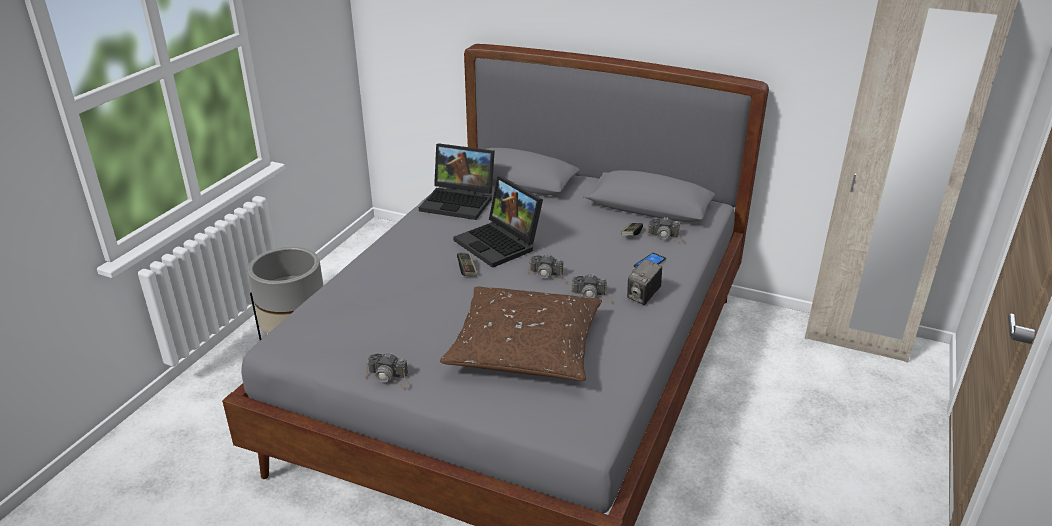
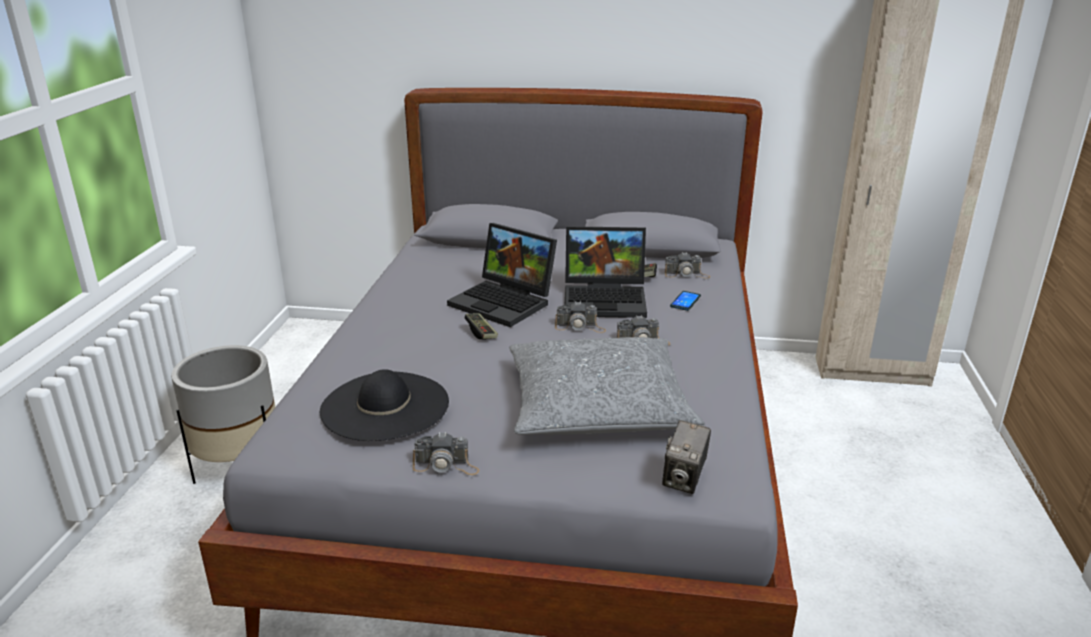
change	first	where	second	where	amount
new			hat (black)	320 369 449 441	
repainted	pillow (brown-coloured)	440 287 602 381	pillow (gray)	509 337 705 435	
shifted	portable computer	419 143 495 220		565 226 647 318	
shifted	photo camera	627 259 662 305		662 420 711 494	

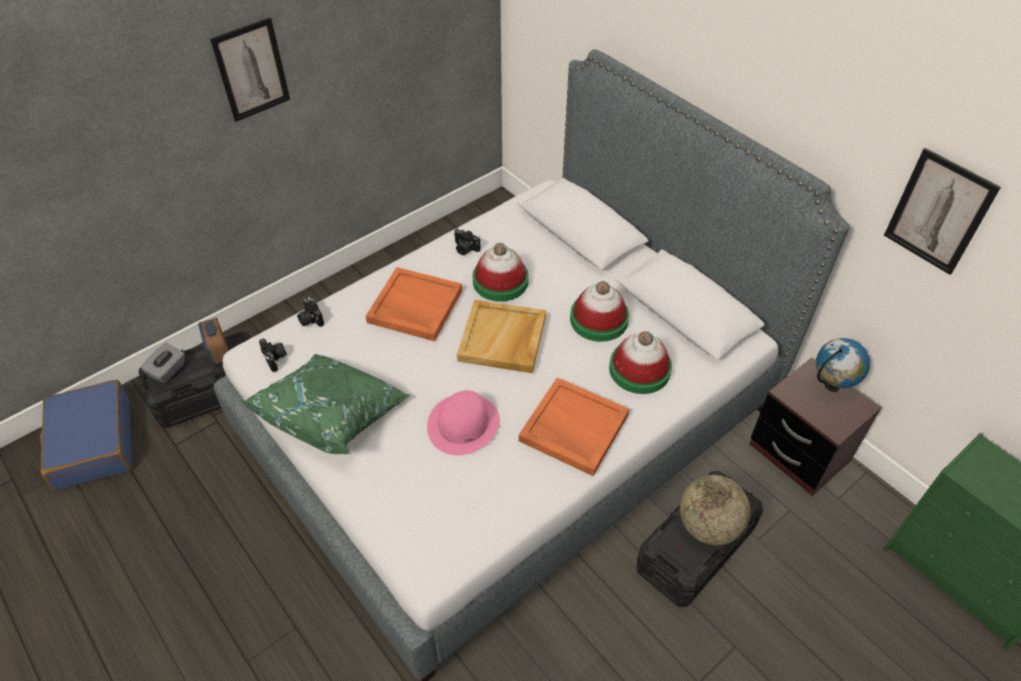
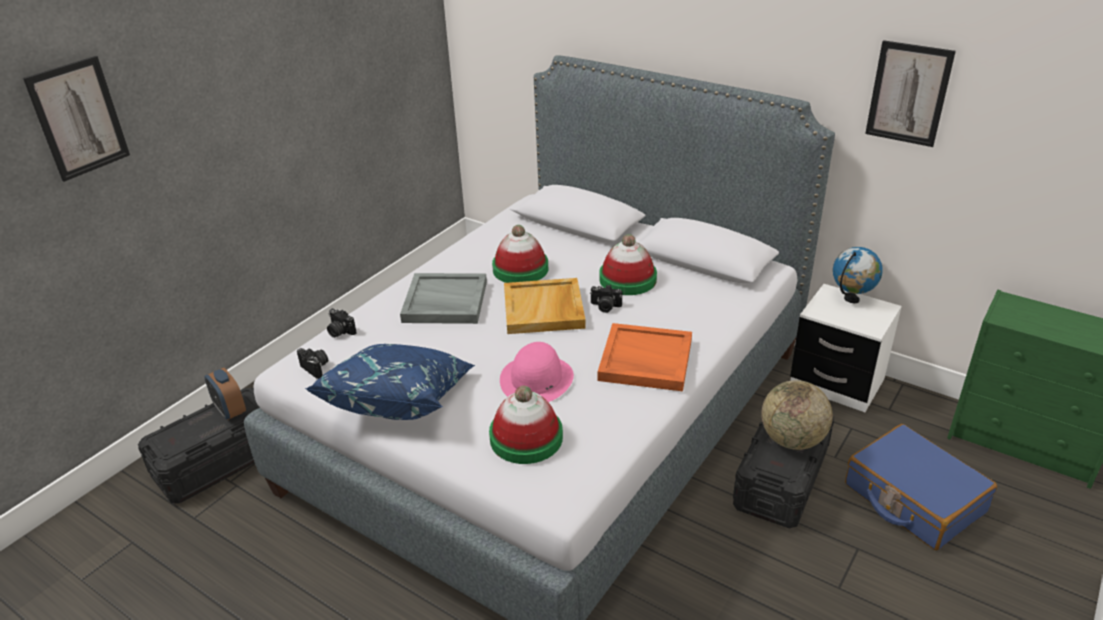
change	first	where	second	where	amount
shifted	wall picture	210 18 290 122		23 56 130 182	
repainted	pillow (greenish)	241 354 411 454	pillow (blue)	305 344 475 420	
repainted	tray (orange-coloured)	366 267 462 341	tray (gray)	400 273 487 324	
shifted	hat	609 331 672 394		489 386 563 464	
shifted	photo camera	454 229 481 255		590 285 622 313	
repainted	nightstand (brown-coloured)	750 357 882 496	nightstand (whitish)	790 284 902 412	
shifted	travel case (blue)	40 380 132 491		845 424 997 550	
gone	box of tissues (gray)	141 343 185 383			

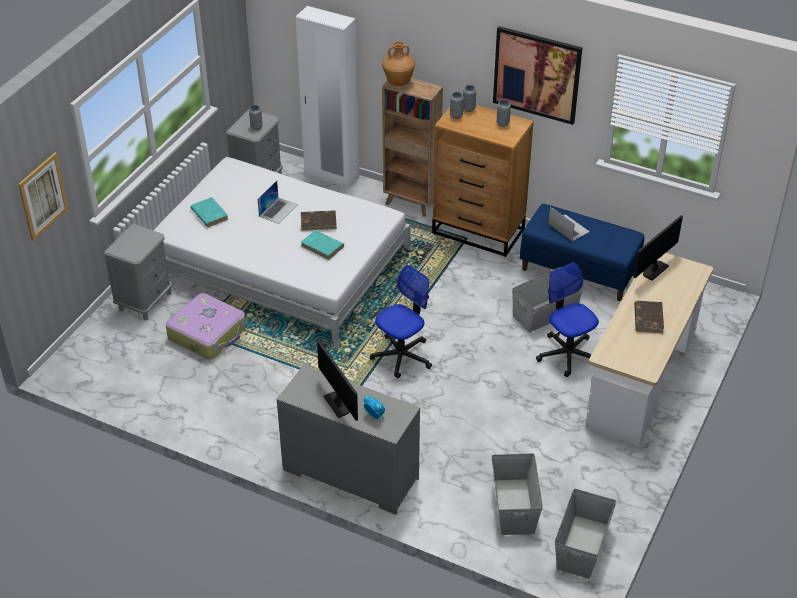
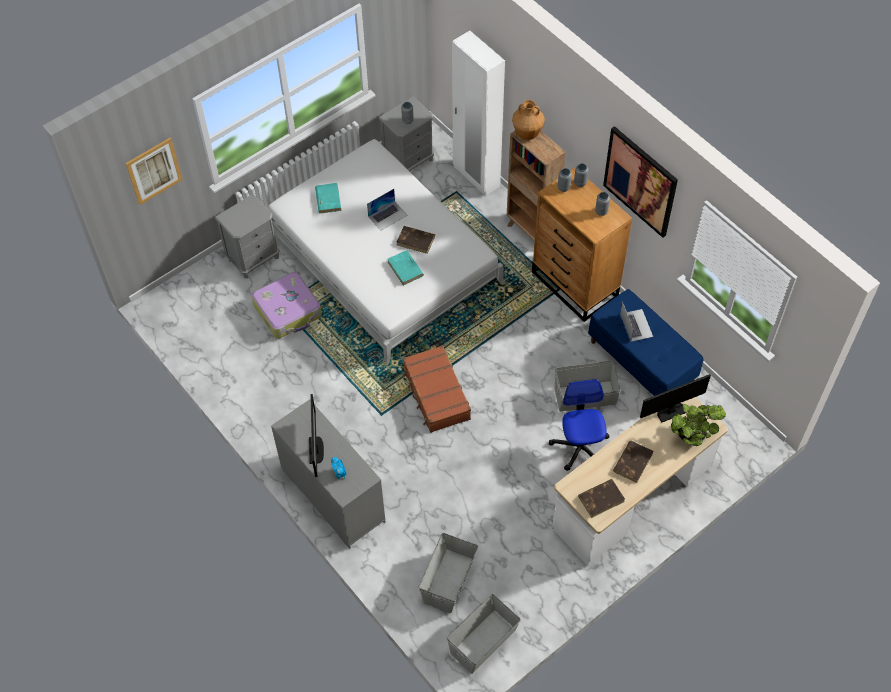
change	first	where	second	where	amount
swapped	desk chair	370 265 432 378	travel case (brown-coloured)	403 345 471 433	
new			book (brown-coloured)	578 479 625 518	
new			plant in a pot	671 404 726 446	

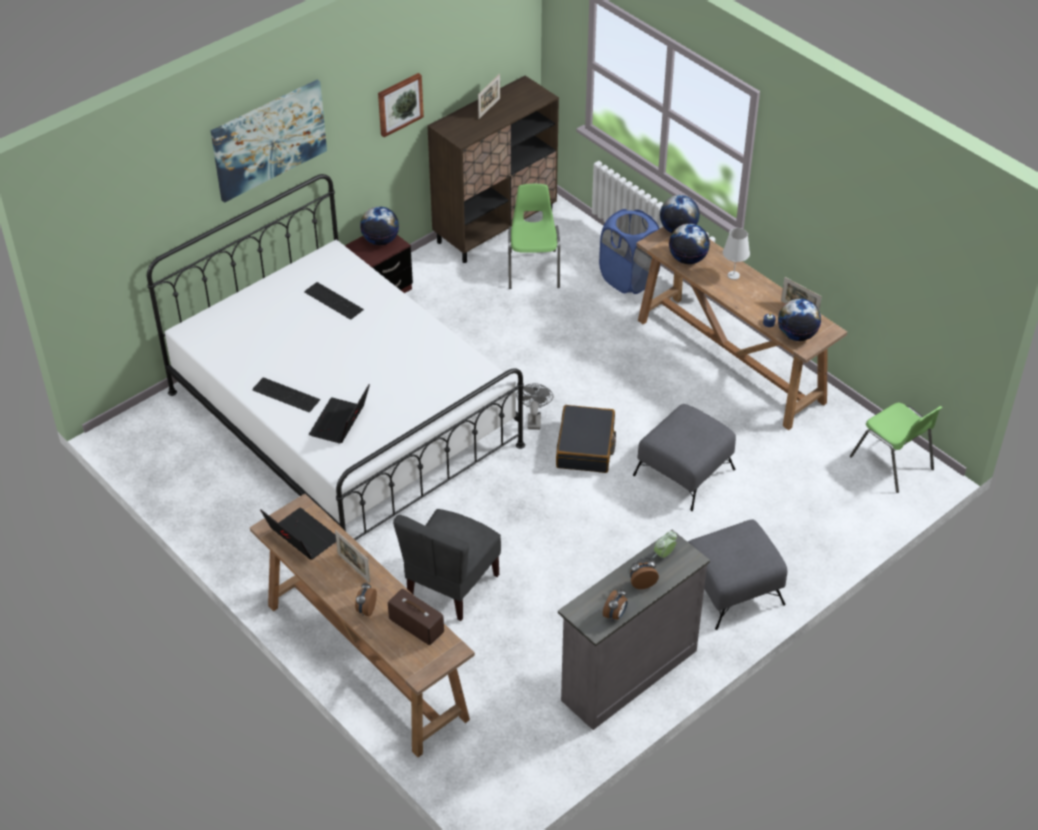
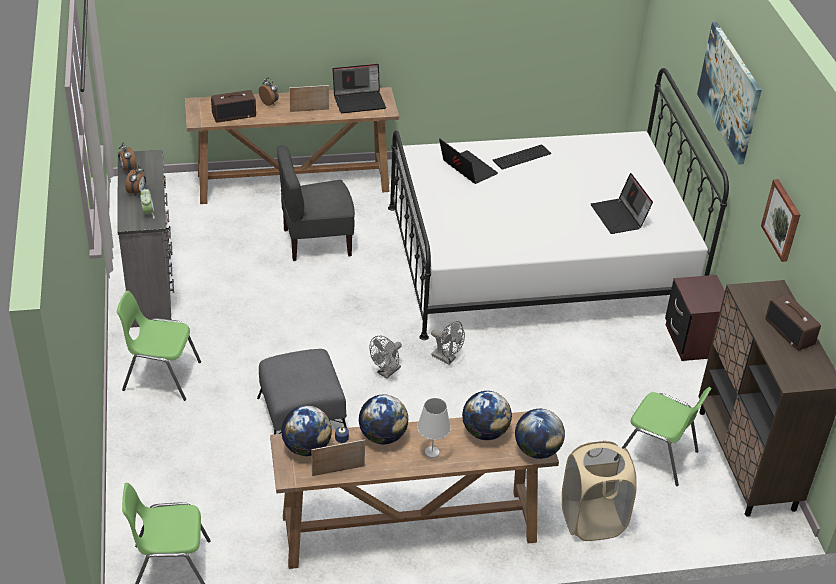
change	first	where	second	where	amount
swapped	footrest (gray)	688 519 787 630	chair (greenish)	117 291 201 401	
rotated	chair (gray)	393 509 501 621		277 145 355 261	75 degrees counterclockwise
shifted	desk globe	360 206 399 245		359 394 408 445	
swapped	travel case (black)	556 405 616 473	cooling fan (gray)	369 336 402 379	
repainted	laundry basket (blue)	599 209 661 294	laundry basket (beige)	562 441 637 541	
swapped	keyboard	305 282 364 320	portable computer	591 173 653 234	
swapped	standing frame	478 74 500 119	radio	765 294 821 351	

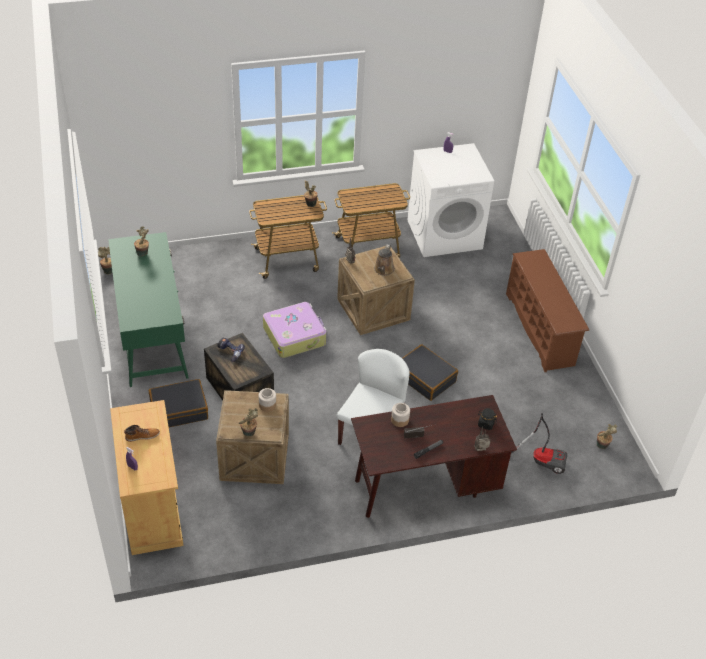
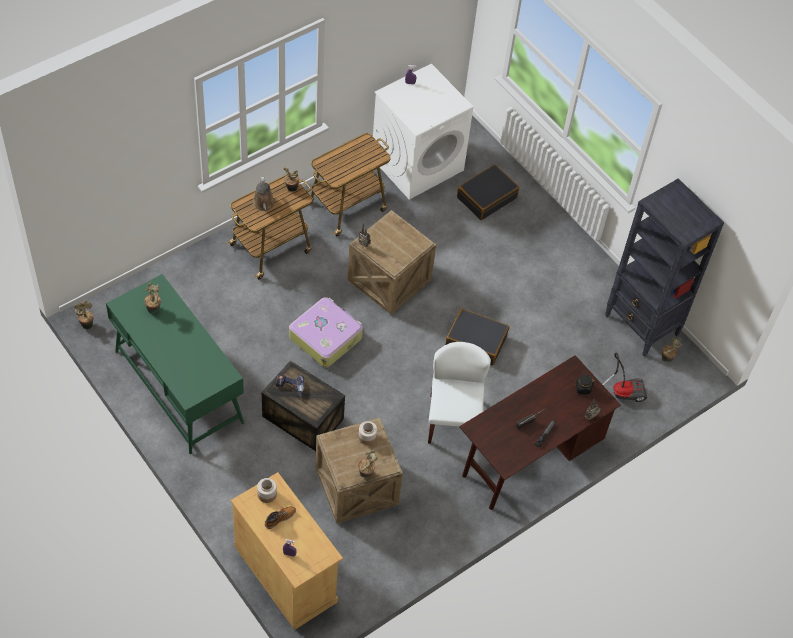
change	first	where	second	where	amount
shifted	sprinkling can (brown-coloured)	374 244 395 276		253 177 275 211	
shifted	storage jar	391 403 410 427		257 478 277 503	
shifted	travel case (black)	148 379 208 427		457 165 519 220	
new			shelving unit (black)	605 178 724 357	
gone	shoe rack (brown-coloured)	506 249 589 372			

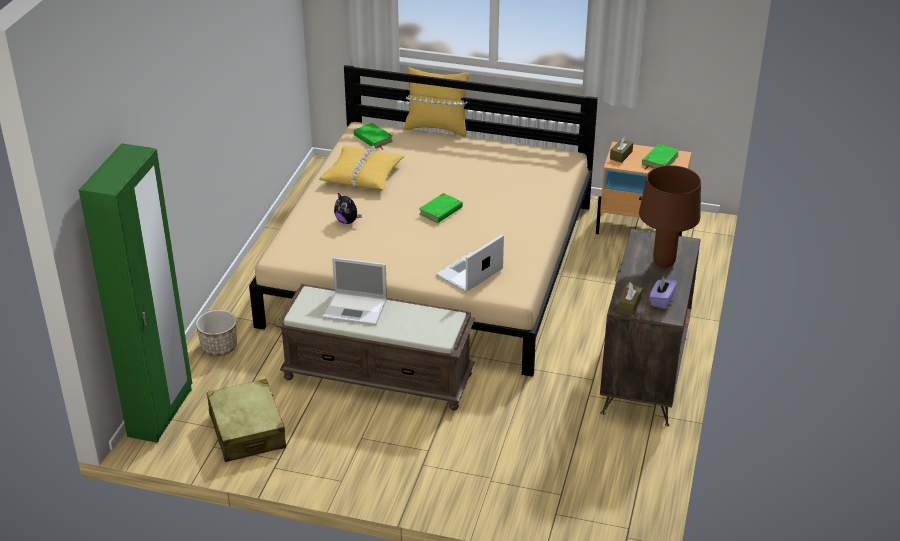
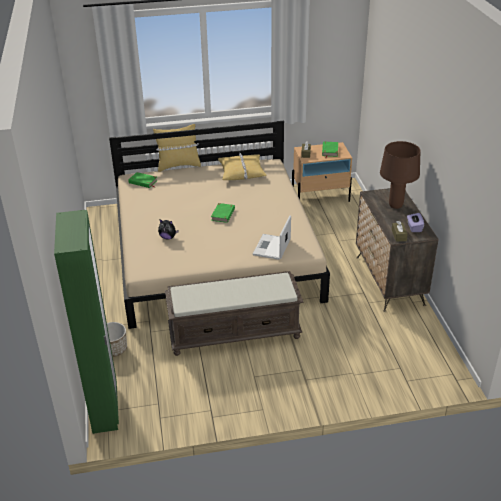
change	first	where	second	where	amount
shifted	pillow (yellow-coloured)	319 145 405 190		218 153 267 180	
gone	travel case (beige)	207 379 286 462			
gone	portable computer	323 257 387 325			

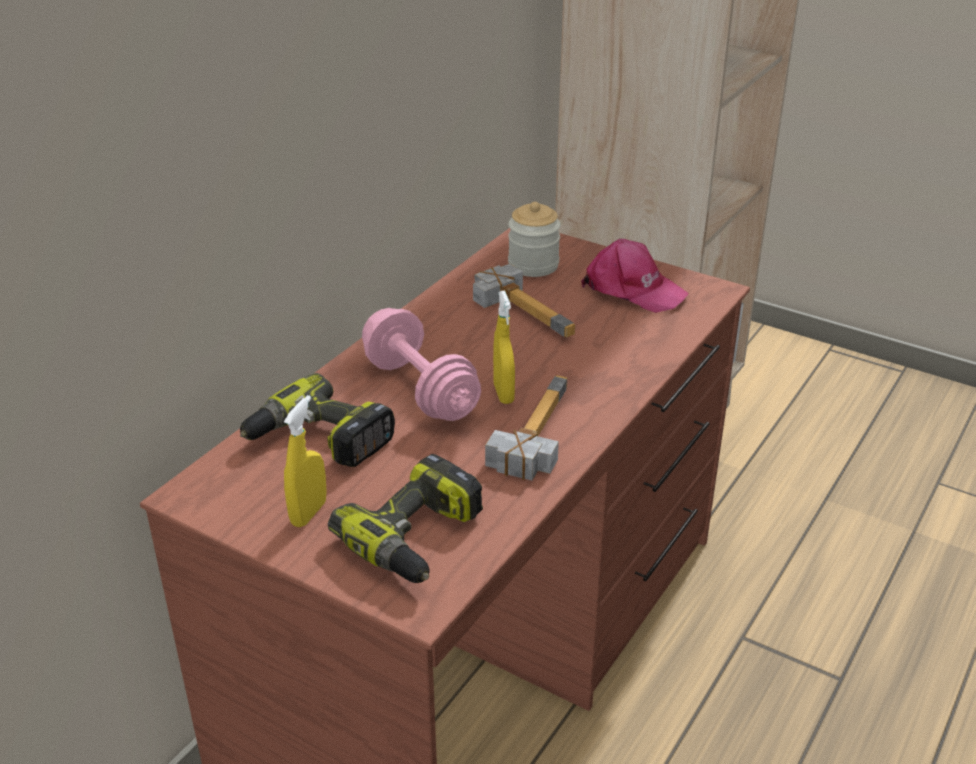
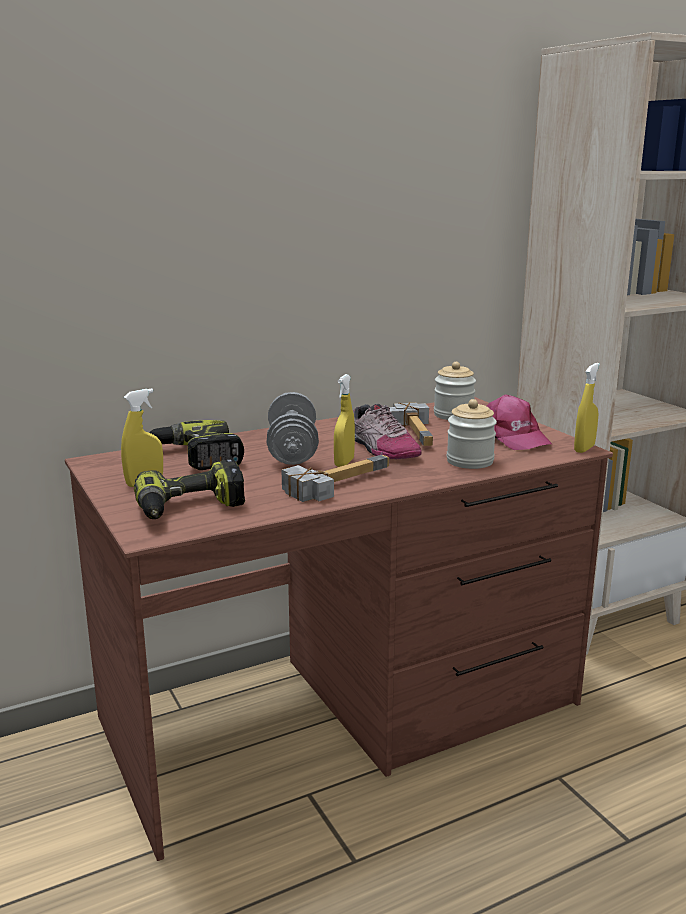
change	first	where	second	where	amount
repainted	dumbbell (pinkish)	362 308 481 421	dumbbell (gray)	267 392 319 465	
new			shoe	353 404 422 459	
new			storage jar	447 399 497 469	
new			spray bottle (yellow-coloured)	574 363 600 453	

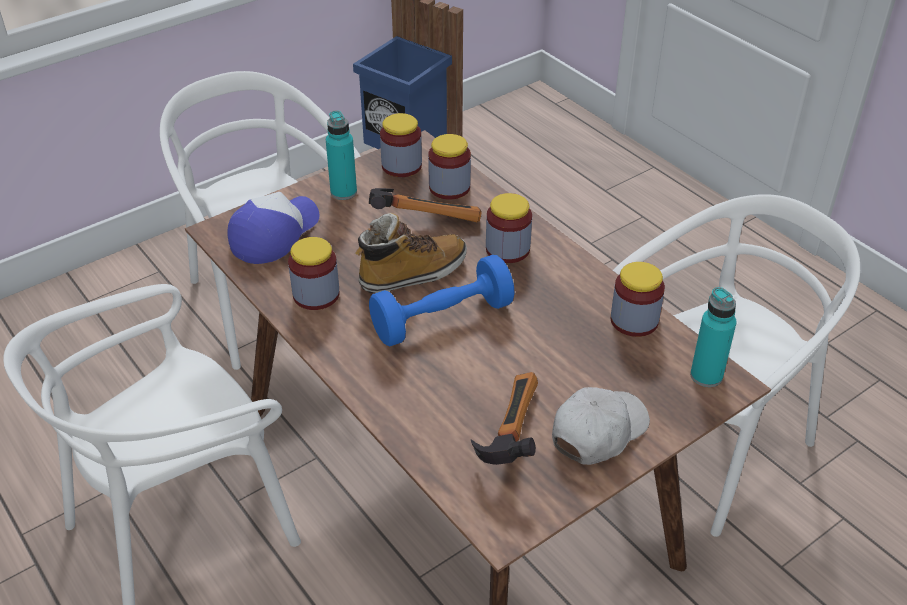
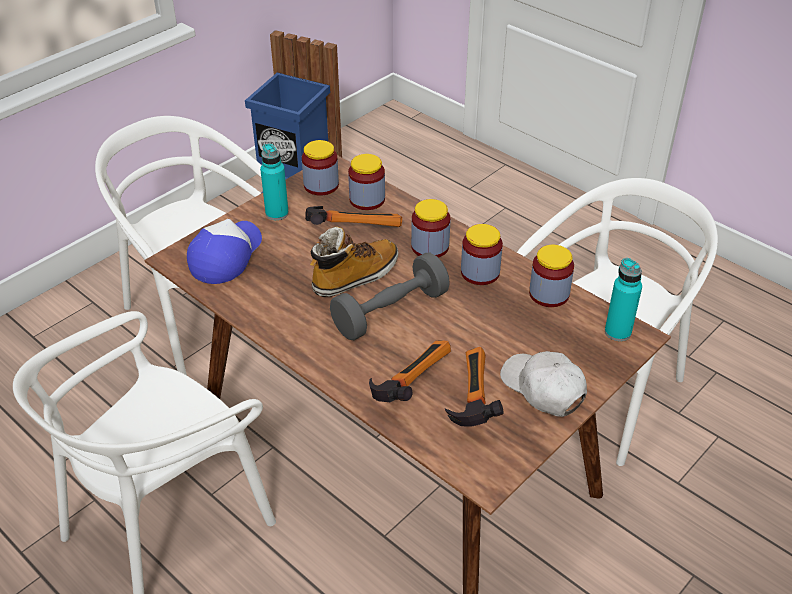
change	first	where	second	where	amount
repainted	dumbbell (blue)	369 255 515 346	dumbbell (gray)	330 253 450 340	
new			hand hammer	369 341 451 402	
shifted	storage jar	288 237 340 310		461 224 503 285	
rotated	cap (whitish)	552 387 650 465		500 351 587 417	75 degrees counterclockwise

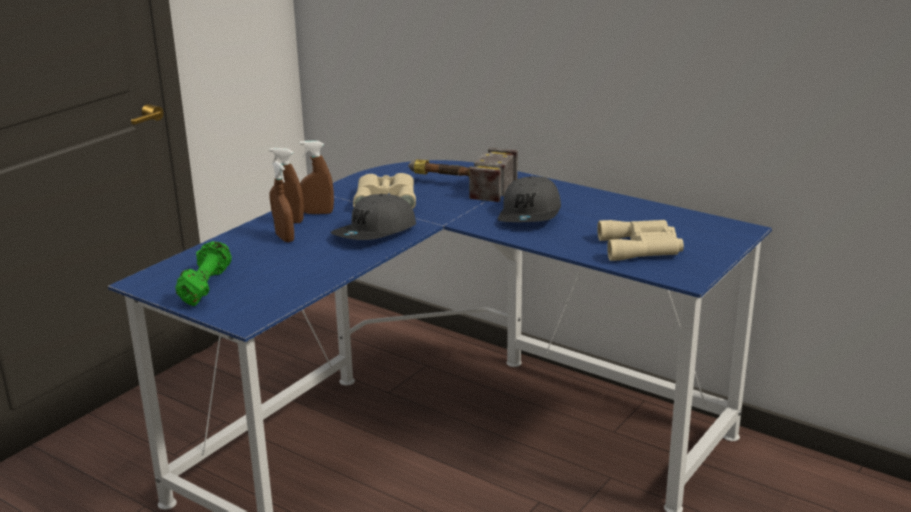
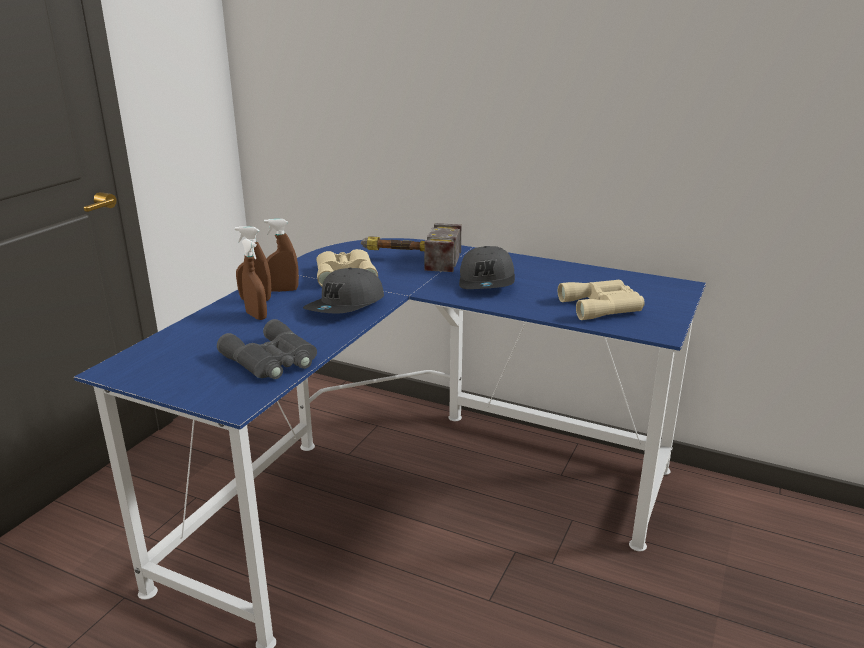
change	first	where	second	where	amount
new			binoculars (gray)	217 319 317 379	
gone	dumbbell (greenish)	175 241 232 306			

